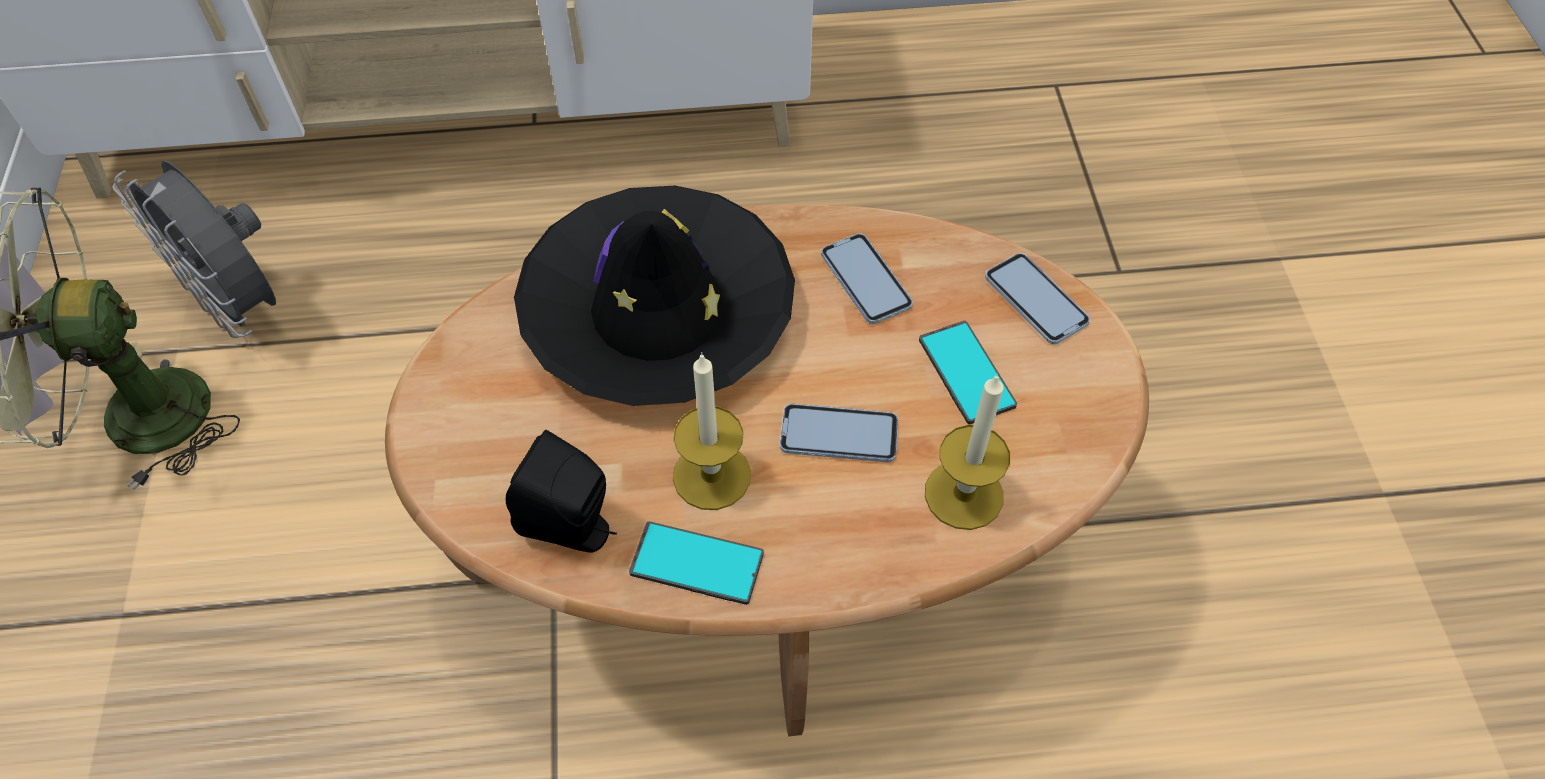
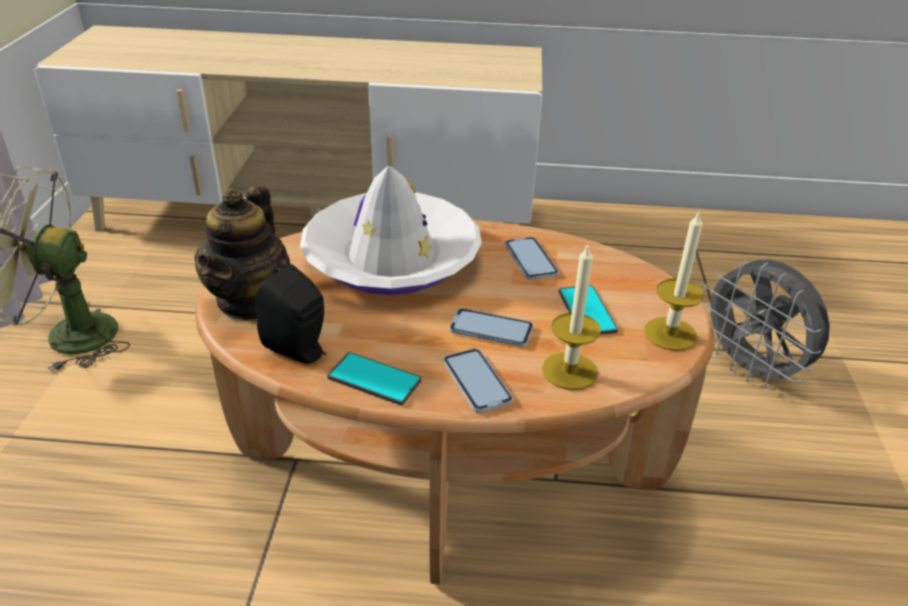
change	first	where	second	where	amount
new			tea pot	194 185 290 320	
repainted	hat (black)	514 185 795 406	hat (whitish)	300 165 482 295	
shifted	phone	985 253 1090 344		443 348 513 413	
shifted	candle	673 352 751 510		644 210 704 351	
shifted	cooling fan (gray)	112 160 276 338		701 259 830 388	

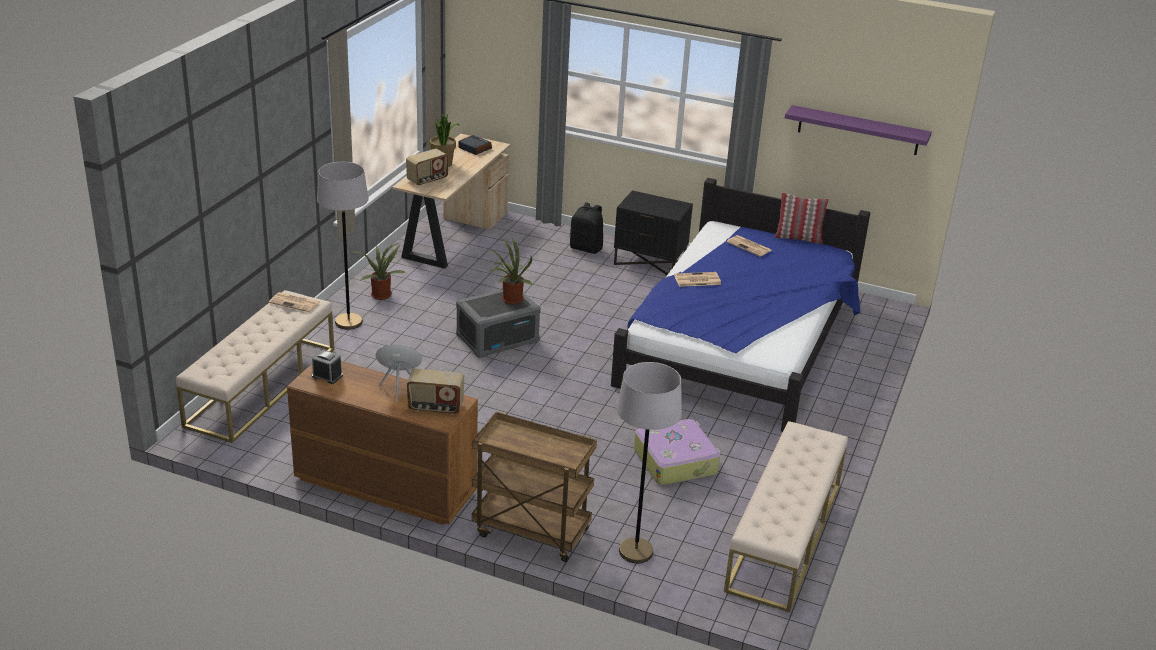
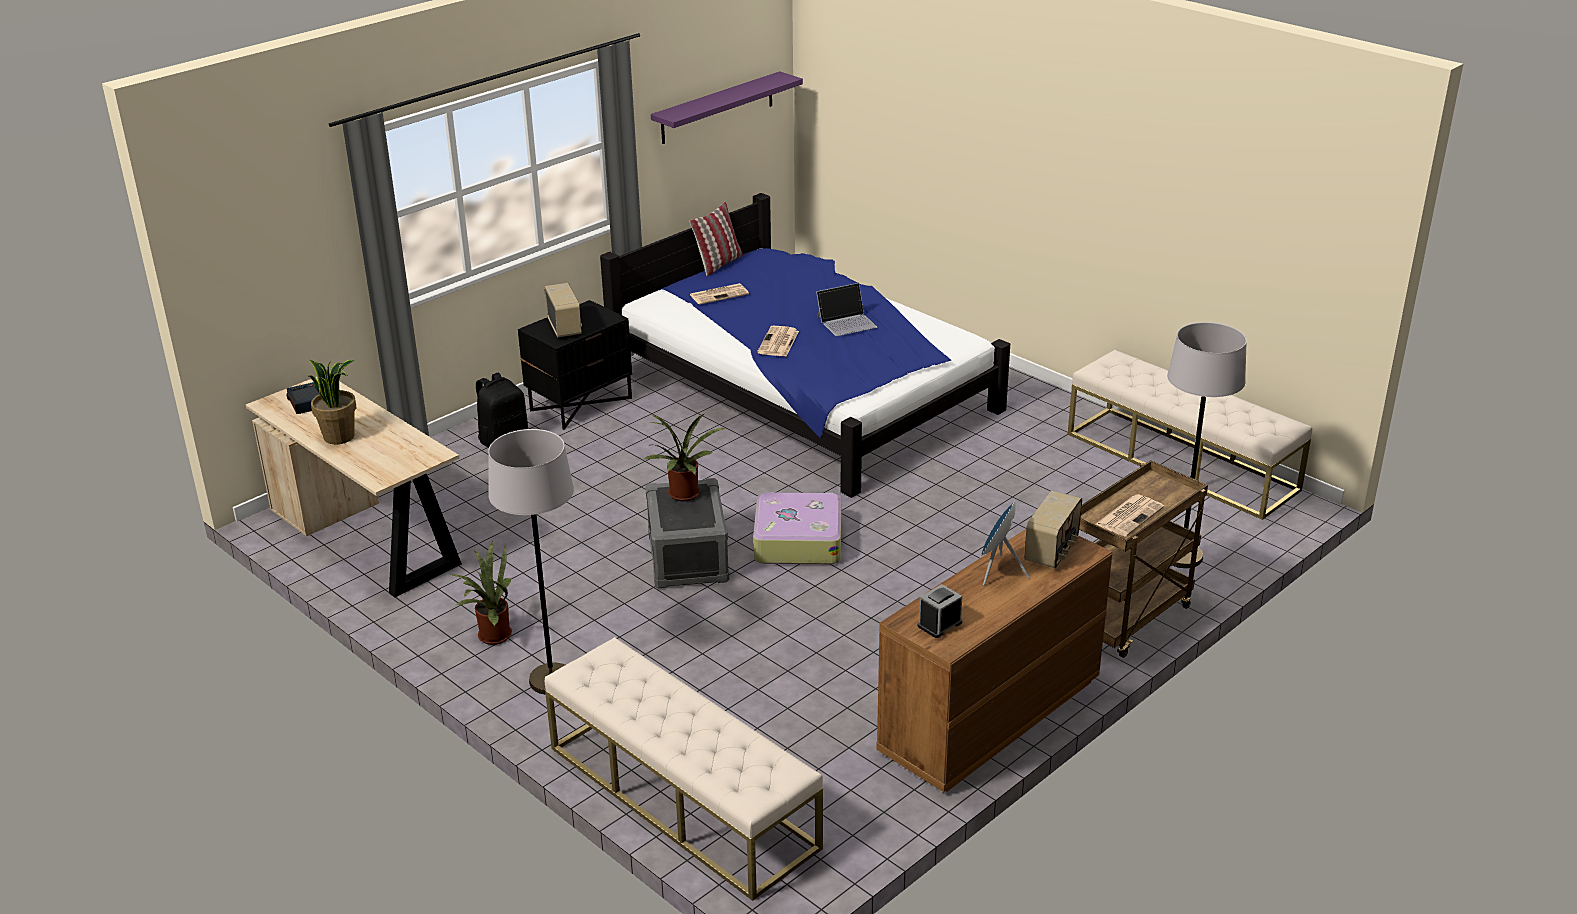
change	first	where	second	where	amount
shifted	radio	406 149 448 186		544 283 582 338	
shifted	travel case	634 419 721 485		753 492 841 564	
new			portable computer	816 283 877 336	
shifted	newspaper	269 292 320 312		1096 494 1164 537	

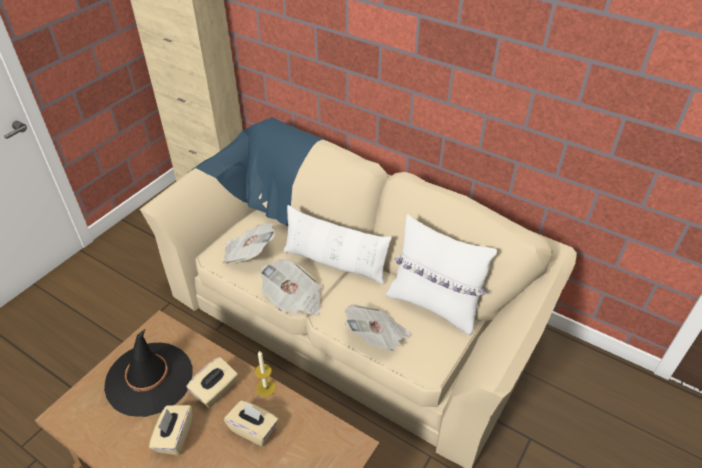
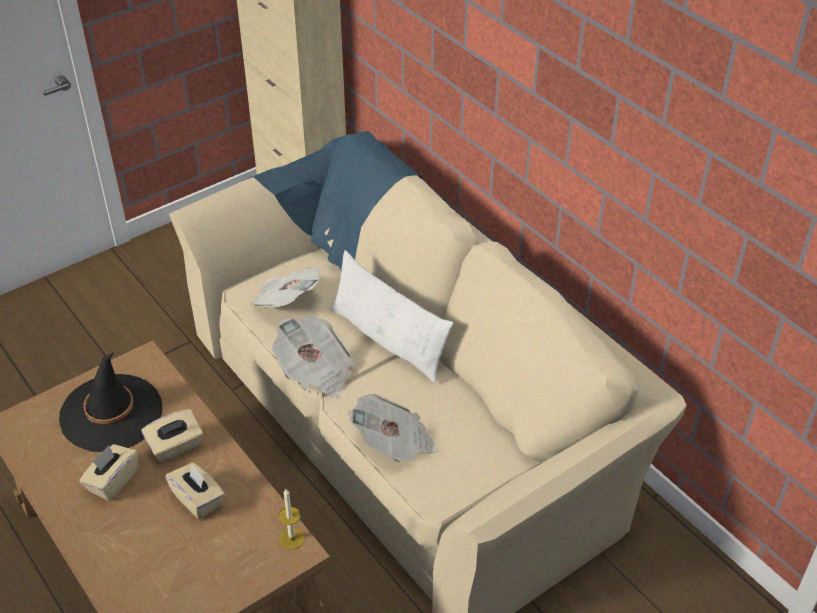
change	first	where	second	where	amount
shifted	candle	255 351 276 397		278 489 305 550	
gone	pillow (whitish)	386 214 497 335			

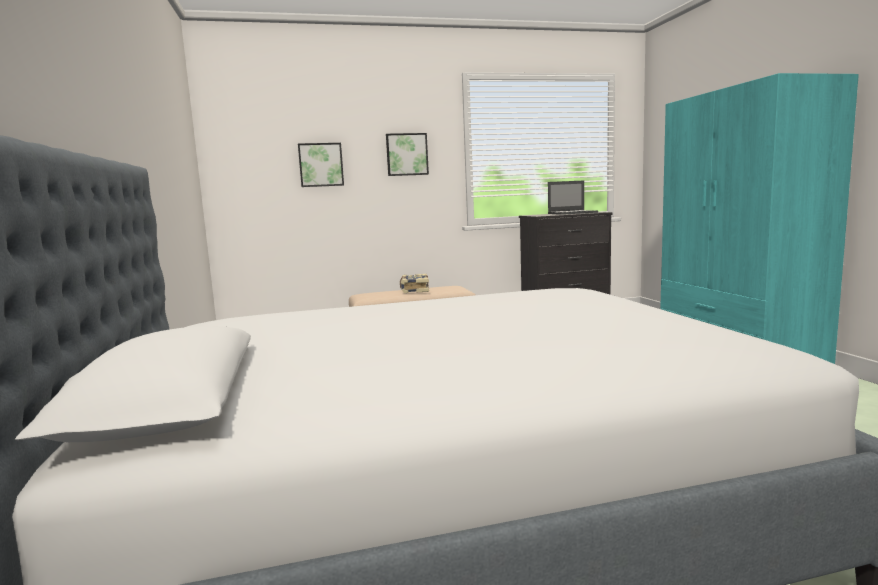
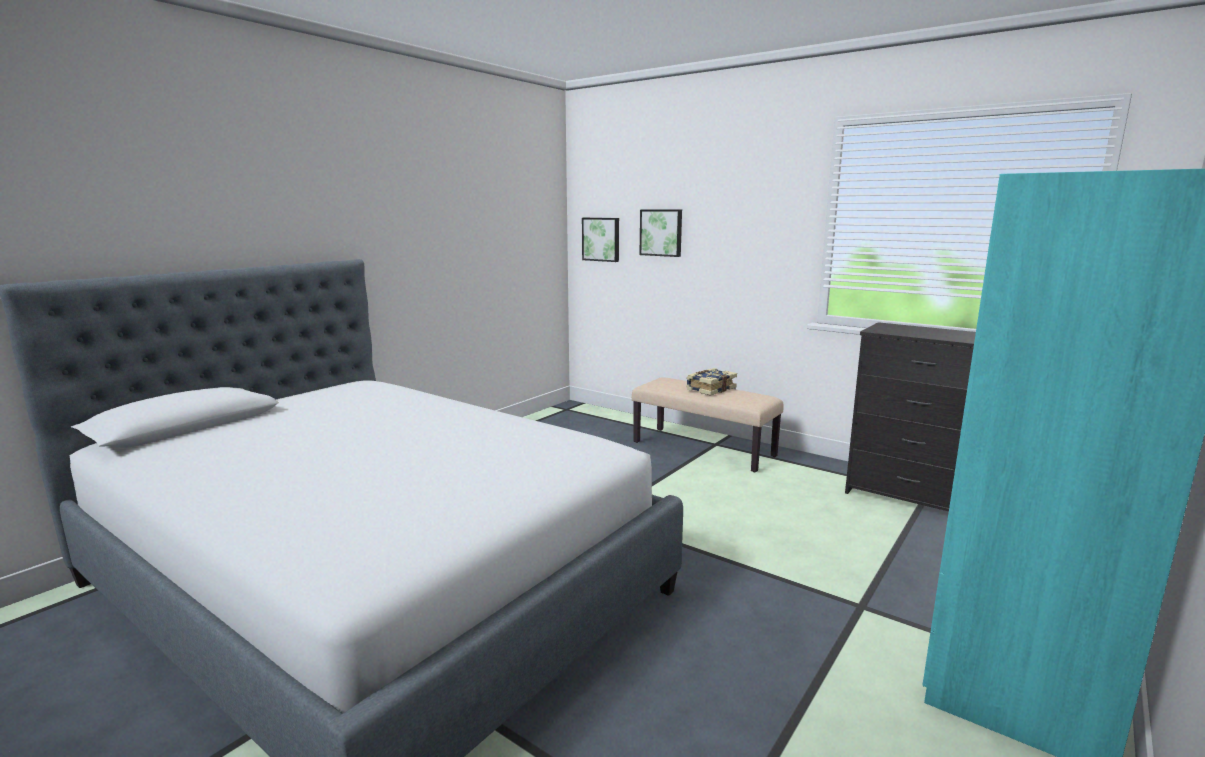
change	first	where	second	where	amount
shifted	wall picture	386 133 429 176		582 218 619 262	
gone	portable computer	548 180 598 215			

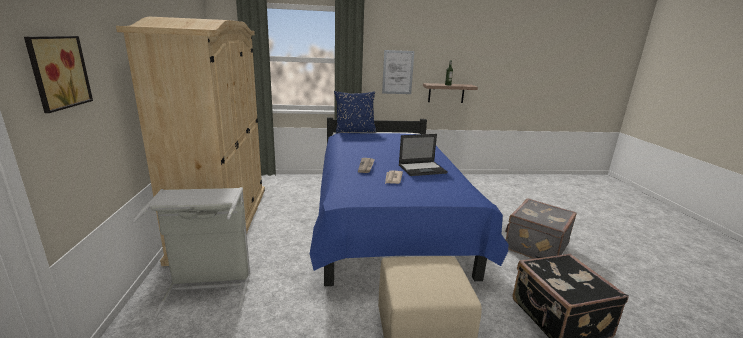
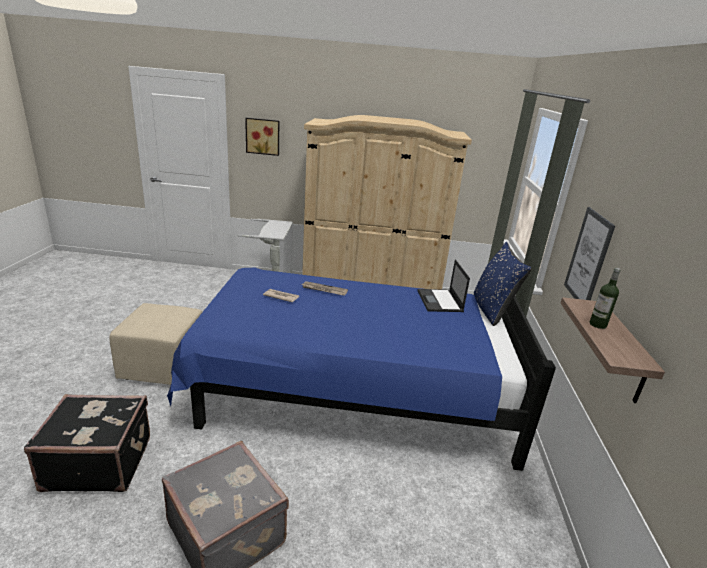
change	first	where	second	where	amount
shifted	portable computer	399 134 448 176		418 259 470 312	

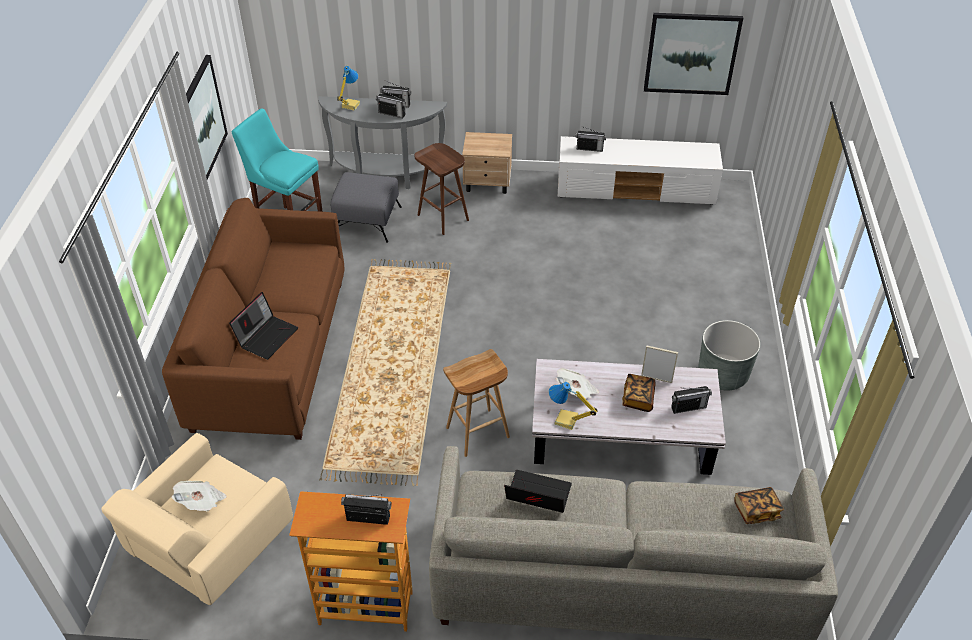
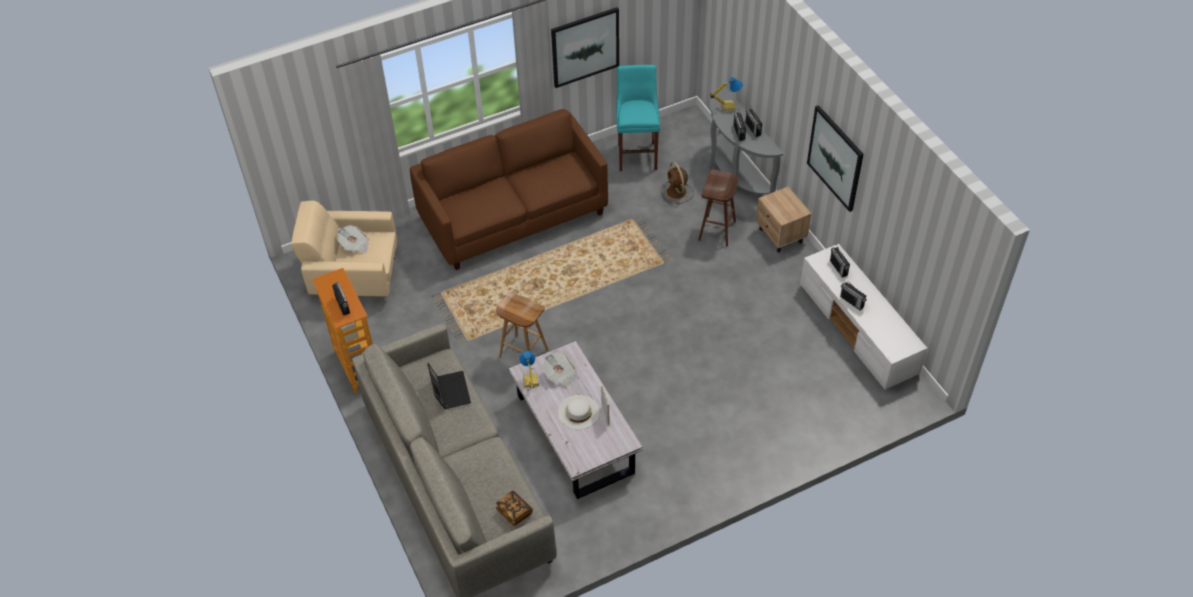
change	first	where	second	where	amount
swapped	book	622 374 655 412	hat (whitish)	558 395 600 429	
swapped	footrest (gray)	330 172 402 243	cooling fan (brown-coloured)	661 162 694 204	
shifted	wall picture	644 13 743 95		807 105 864 212	
shifted	radio	671 386 712 414		840 280 867 310	
gone	portable computer	229 292 298 360			
gone	flower pot (gray)	698 320 760 391			

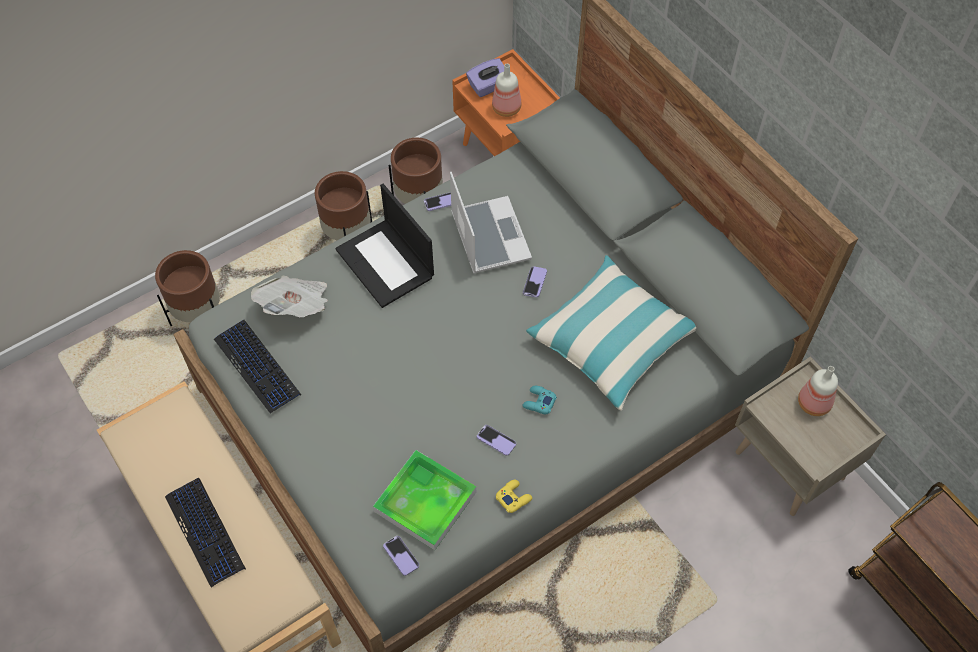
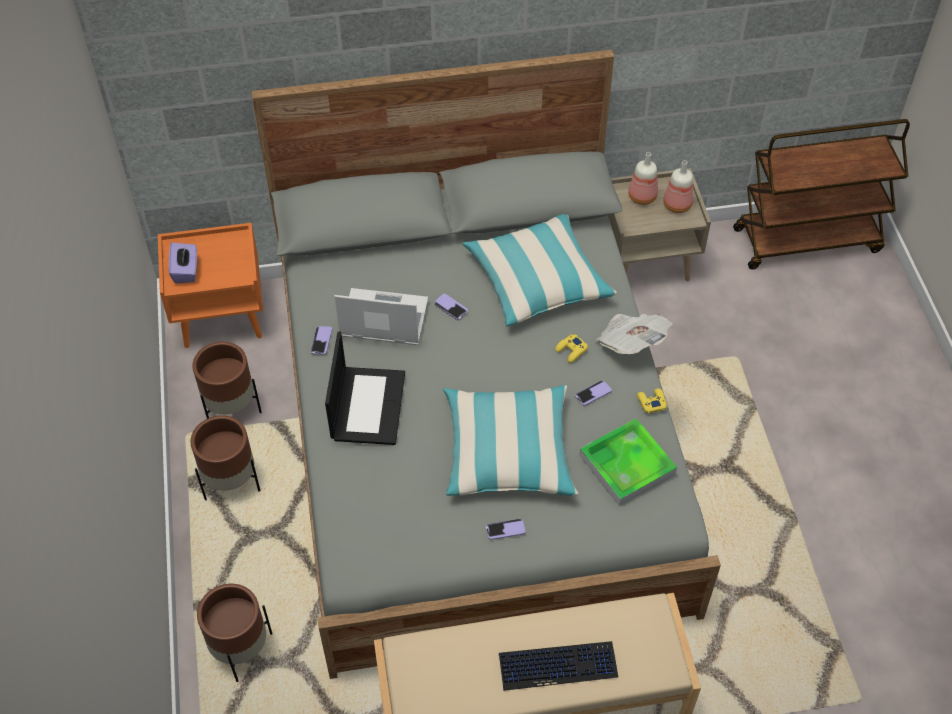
change	first	where	second	where	amount
rotated	portable computer	336 184 434 308		325 331 405 445	75 degrees counterclockwise
new			pillow	443 385 579 496	
shifted	phone	383 536 419 576		486 518 526 540	
repainted	game controller (blue-green)	523 386 557 414	game controller (yellow-coloured)	555 334 588 363	
shifted	newspaper	251 276 328 317		596 314 672 354	
shifted	drink bottle	492 64 521 117		663 160 693 213	
gone	keyboard	214 320 301 414			

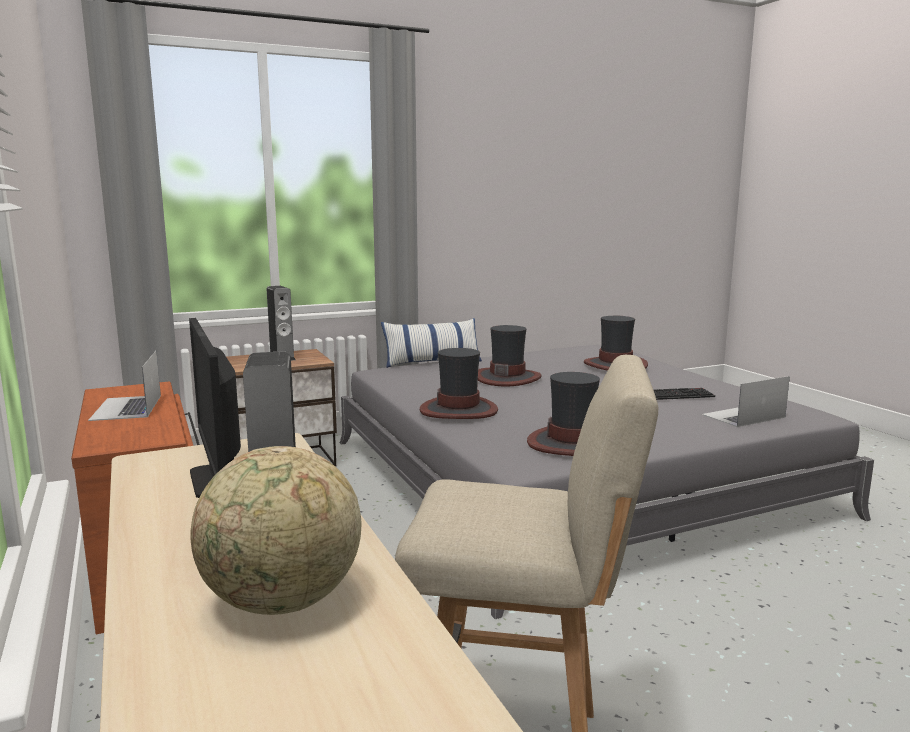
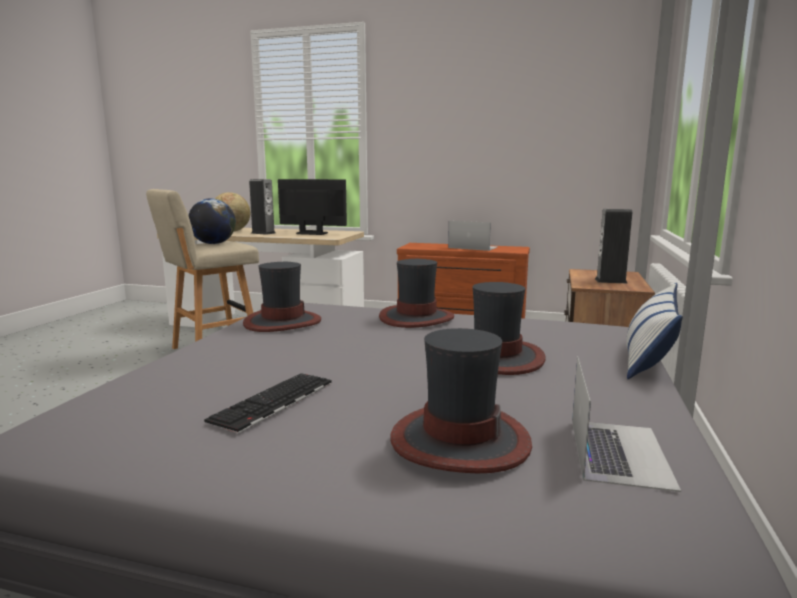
change	first	where	second	where	amount
new			desk globe	188 198 236 244	
shifted	portable computer	702 376 790 427		572 356 681 492	

